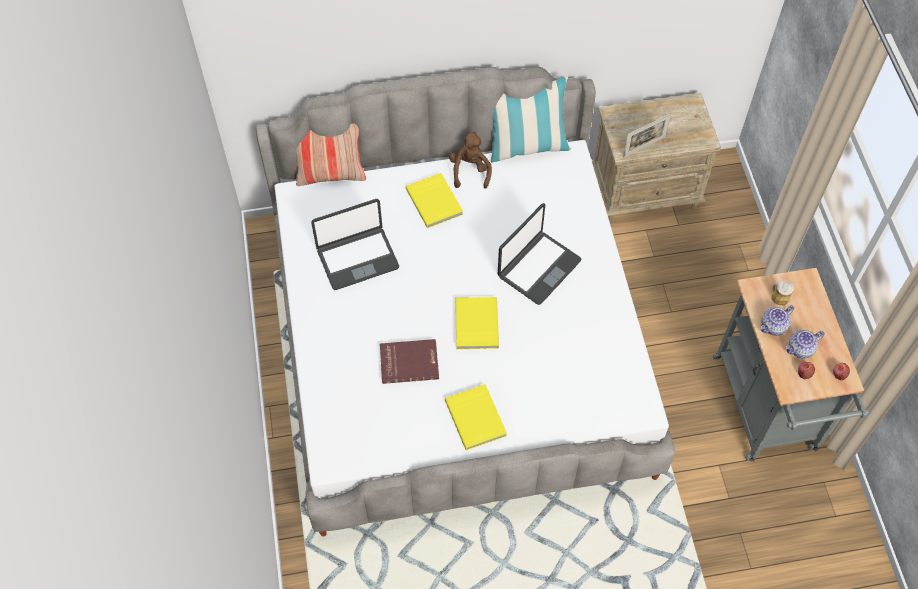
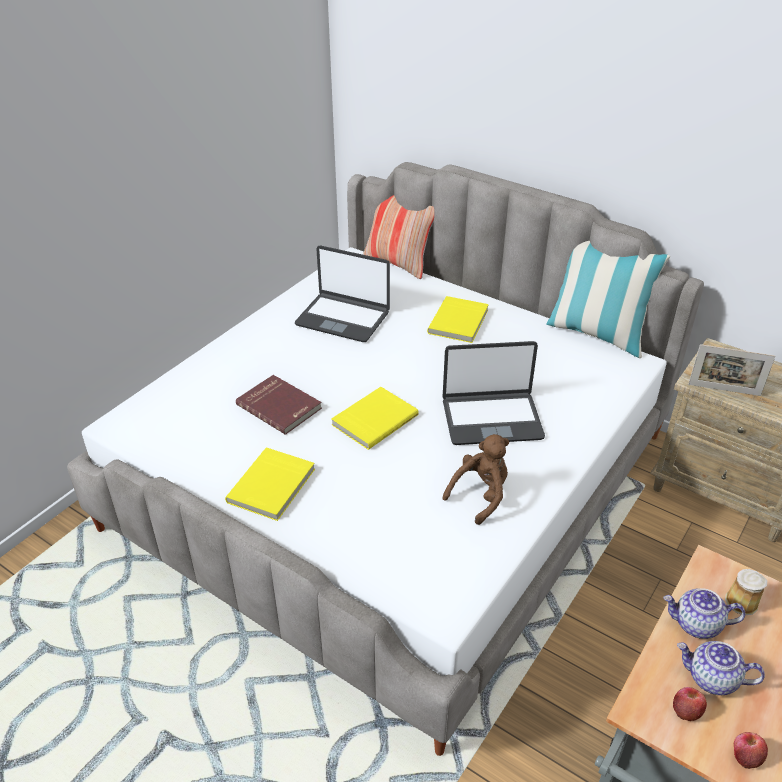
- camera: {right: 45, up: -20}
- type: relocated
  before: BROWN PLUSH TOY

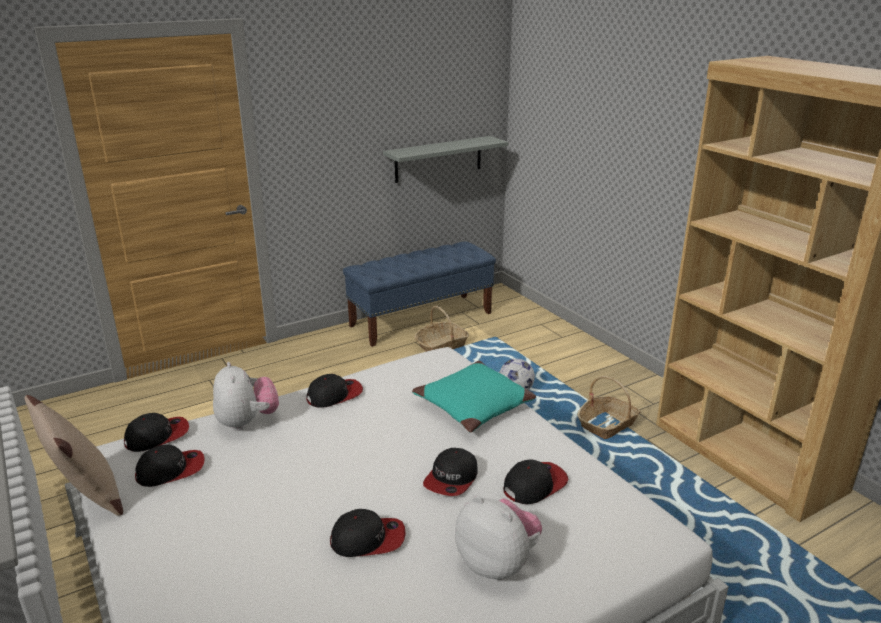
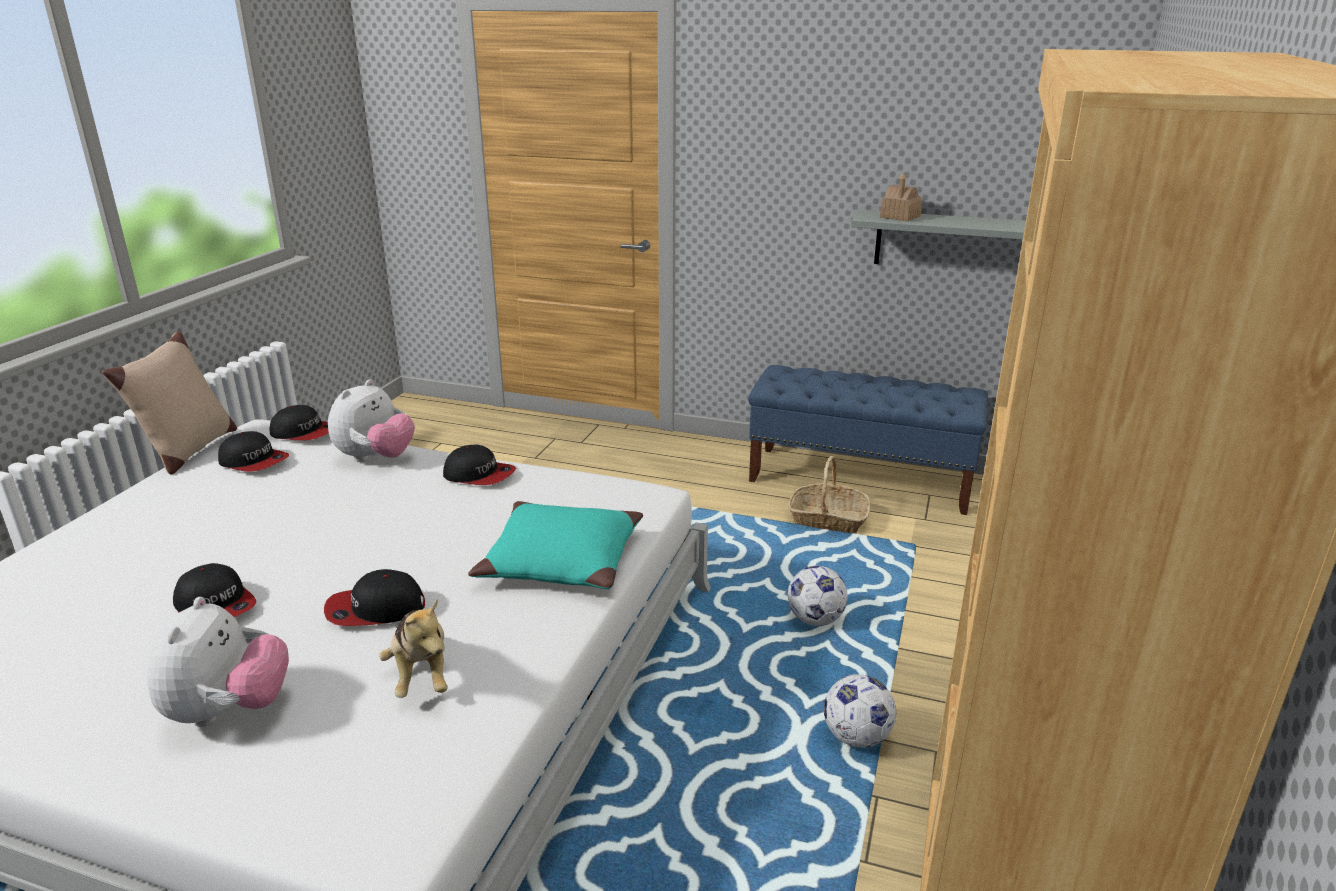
- camera: {right: 50, up: 0}
- type: exchanged
  before: CAP (no. 6 from left)
  after: PLUSH TOY (no. 3 from left)
- type: exchanged
  before: BASKET (no. 2 from left)
  after: FOOTBALL (no. 2 from left)
- type: appeared
  after: TOY HOUSE

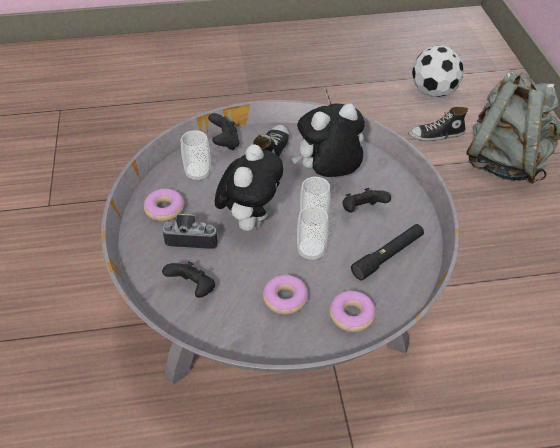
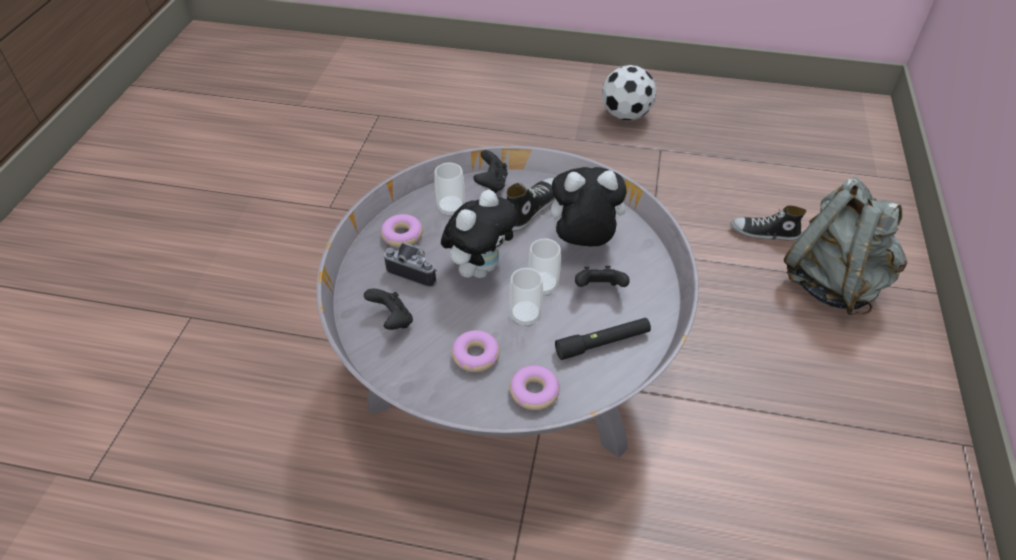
- camera: {right: 20, up: 0}
- type: relocated
  before: FOOTBALL

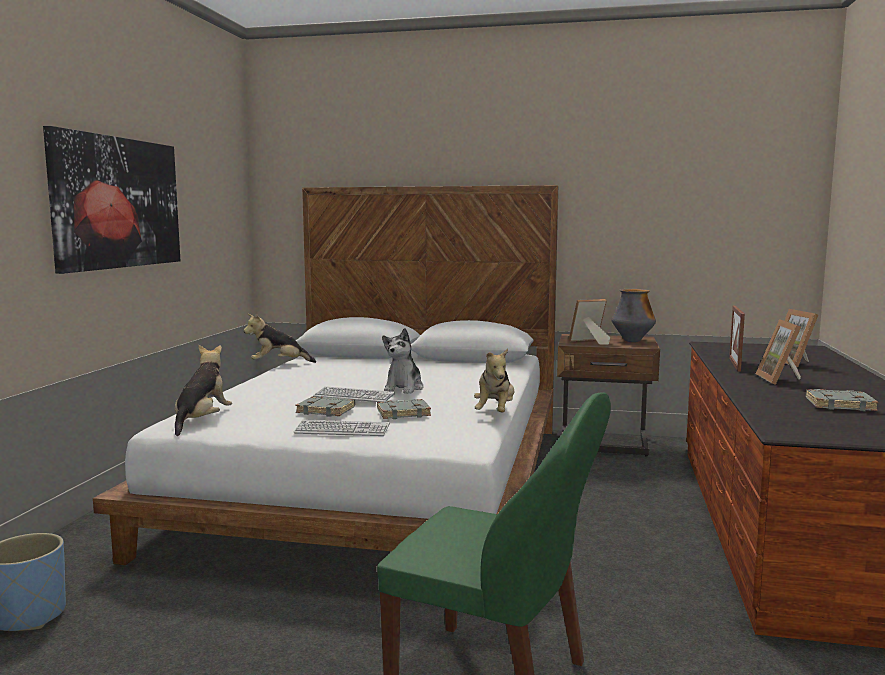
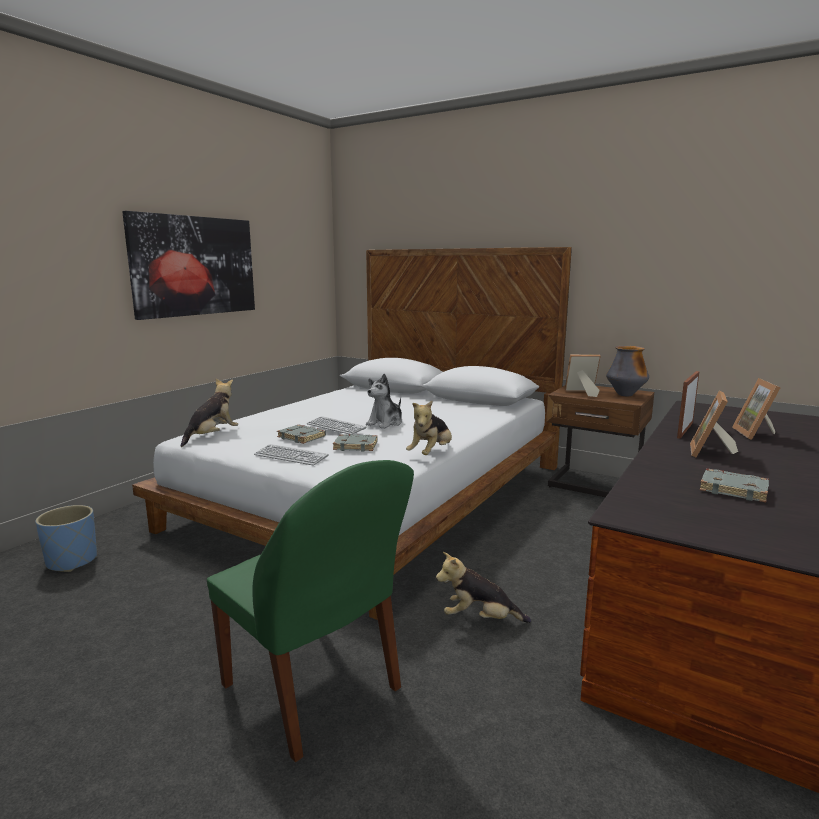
- camera: {right: 20, up: 5}
- type: relocated
  before: PLUSH TOY (no. 2 from left in the first image)
  after: PLUSH TOY (no. 4 from left)

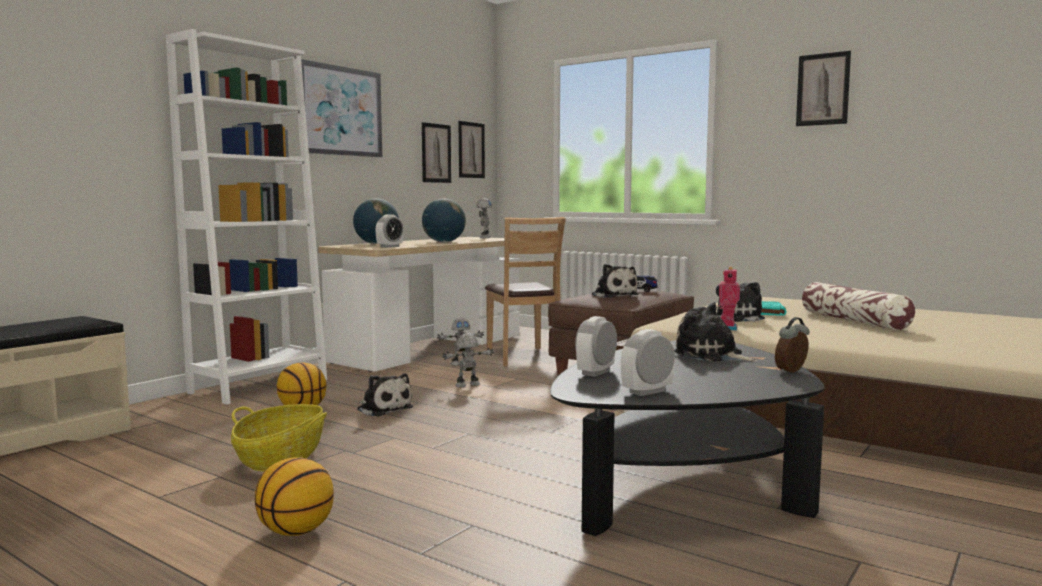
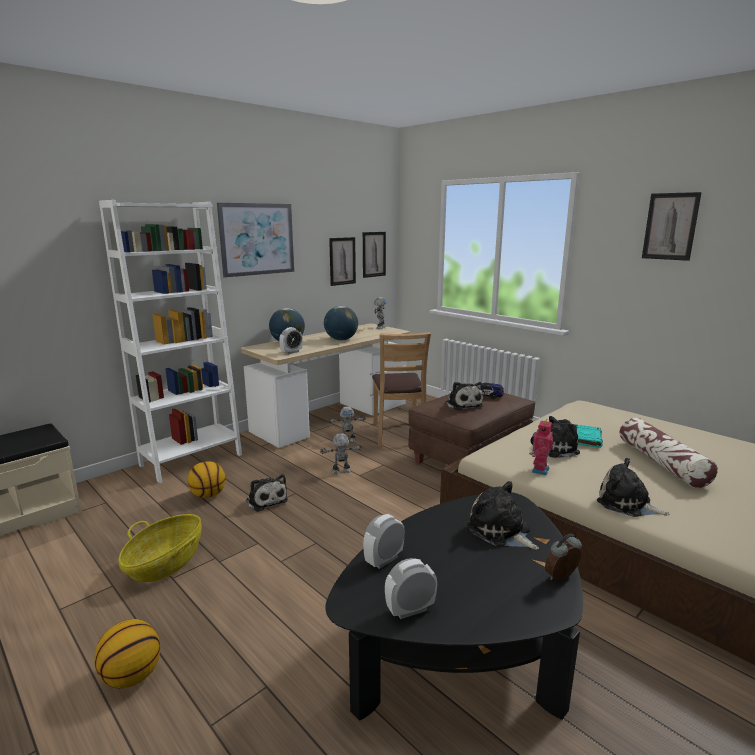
- camera: {right: 10, up: 10}
- type: appeared
  after: PLUSH TOY (no. 5 from left)

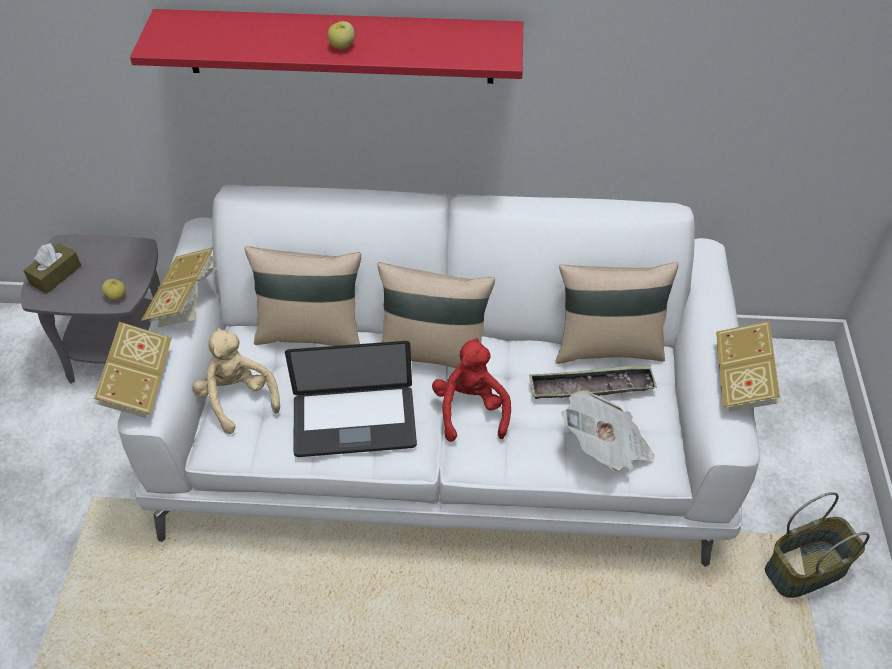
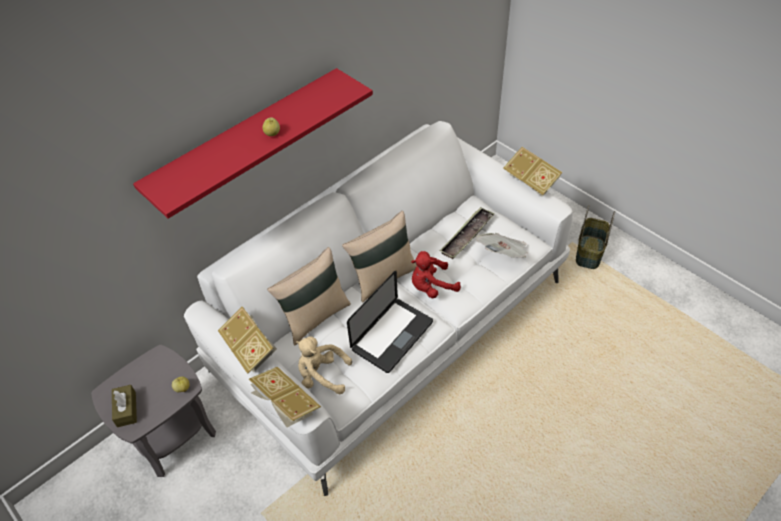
- camera: {right: -45, up: 0}
- type: spun
  before: RED PLUSH TOY
  turn: -60
- type: missing
  before: BEIGE PILLOW (no. 3 from left)

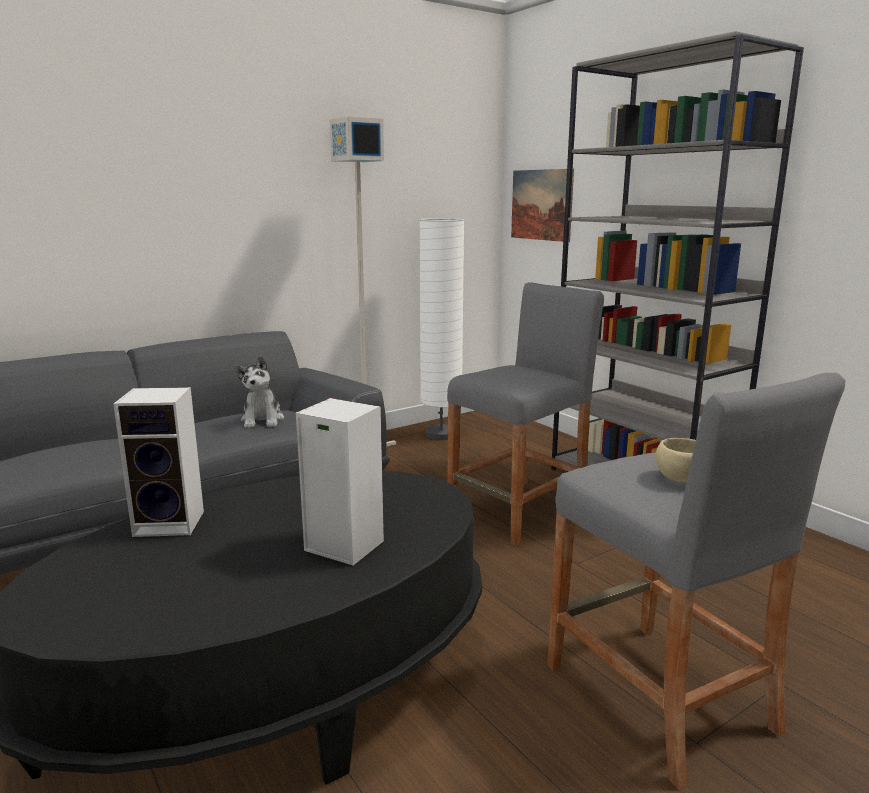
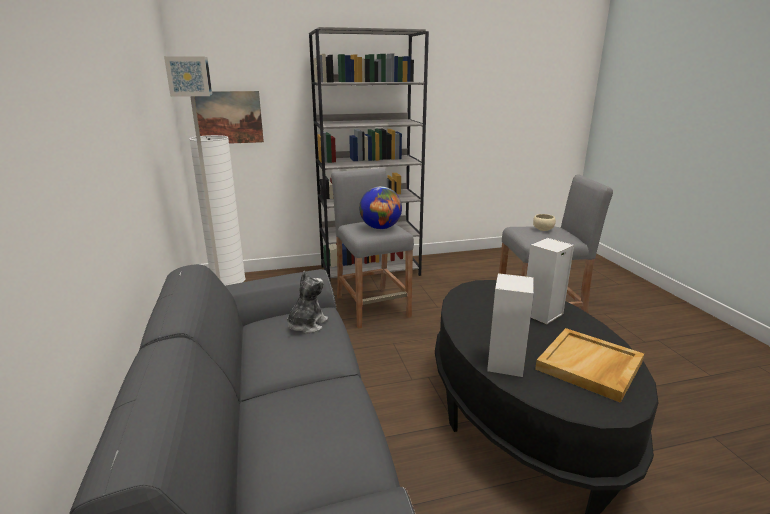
- camera: {right: -70, up: 5}
- type: spun
  before: PLUSH TOY
  turn: -75
- type: appeared
  after: GLOBE
- type: appeared
  after: BEIGE TRAY

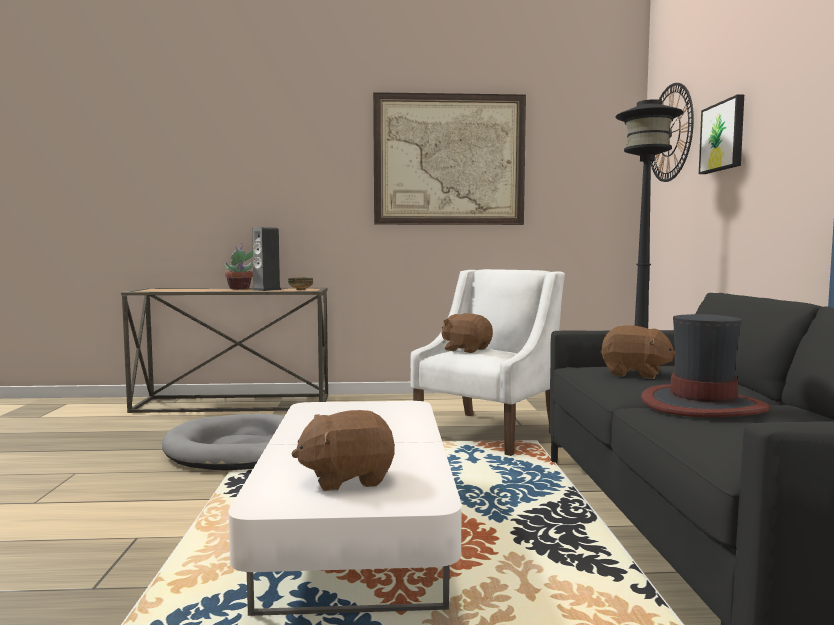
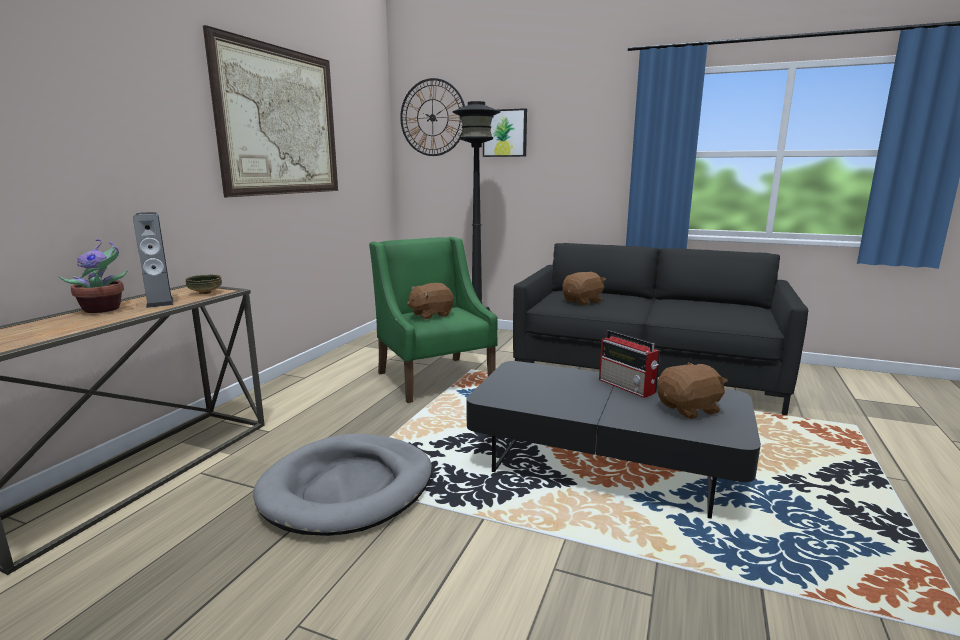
- camera: {right: -65, up: 10}
- type: colour
  before: WHITE ARMCHAIR
  after: GREEN ARMCHAIR
- type: colour
  before: WHITE COFFEE TABLE
  after: BLACK COFFEE TABLE
- type: appeared
  after: RADIO
- type: spun
  before: BROWN PLUSH TOY (no. 1 from left in the first image)
  turn: -120
- type: missing
  before: HAT

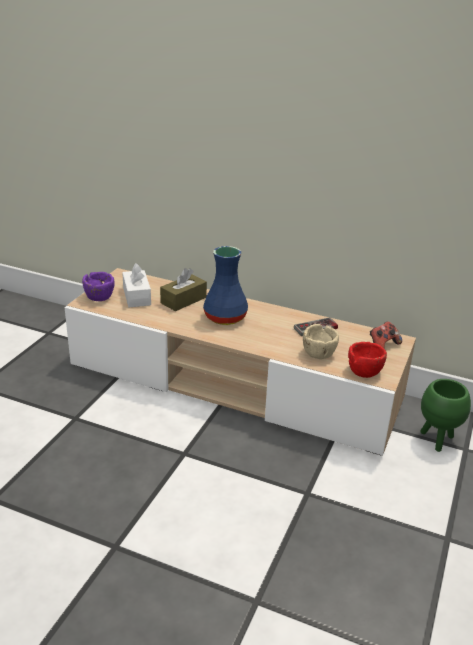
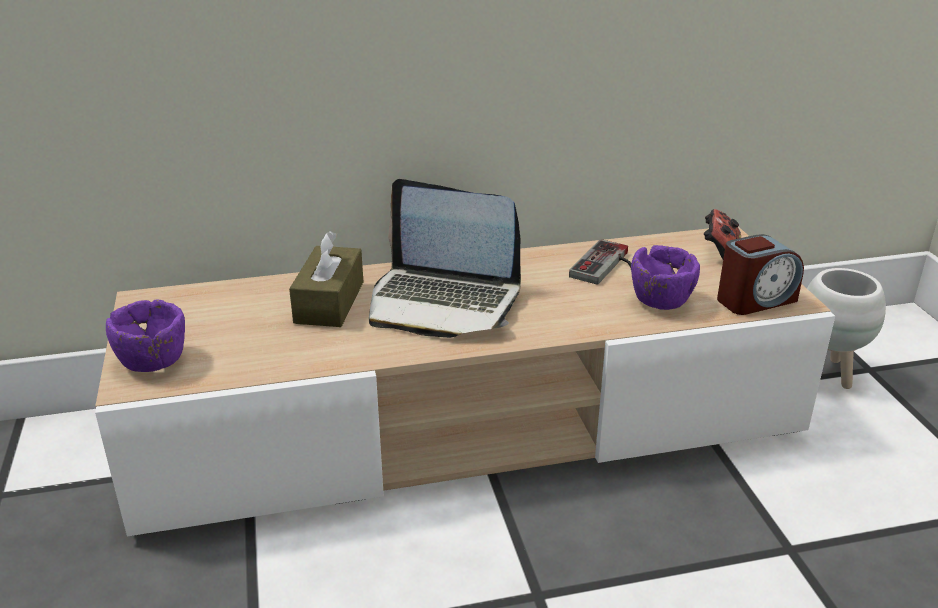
- camera: {right: -35, up: 0}
- type: exchanged
  before: BLUE VASE
  after: LAPTOP
- type: colour
  before: BEIGE BOWL
  after: PURPLE BOWL (no. 2 from left)
- type: exchanged
  before: RED BOWL
  after: ALARM CLOCK
- type: colour
  before: GREEN PLANTER
  after: WHITE PLANTER
- type: missing
  before: WHITE TISSUE BOX

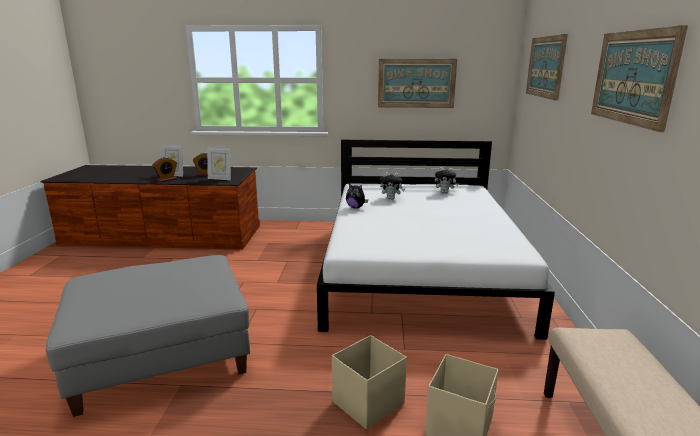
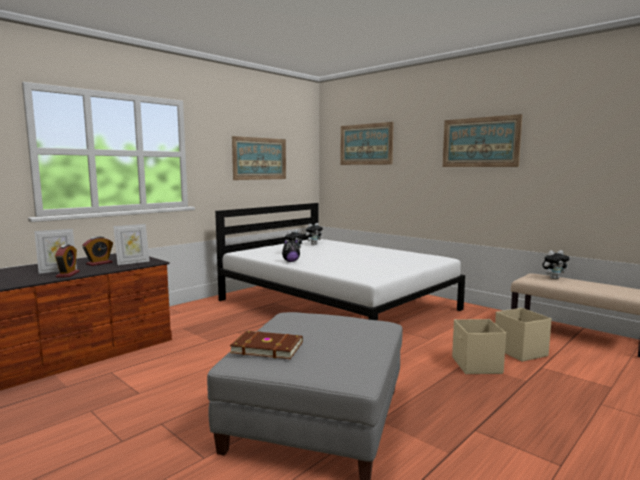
- camera: {right: -50, up: -10}
- type: appeared
  after: BROWN BOOK
- type: appeared
  after: PLUSH TOY (no. 4 from left)

